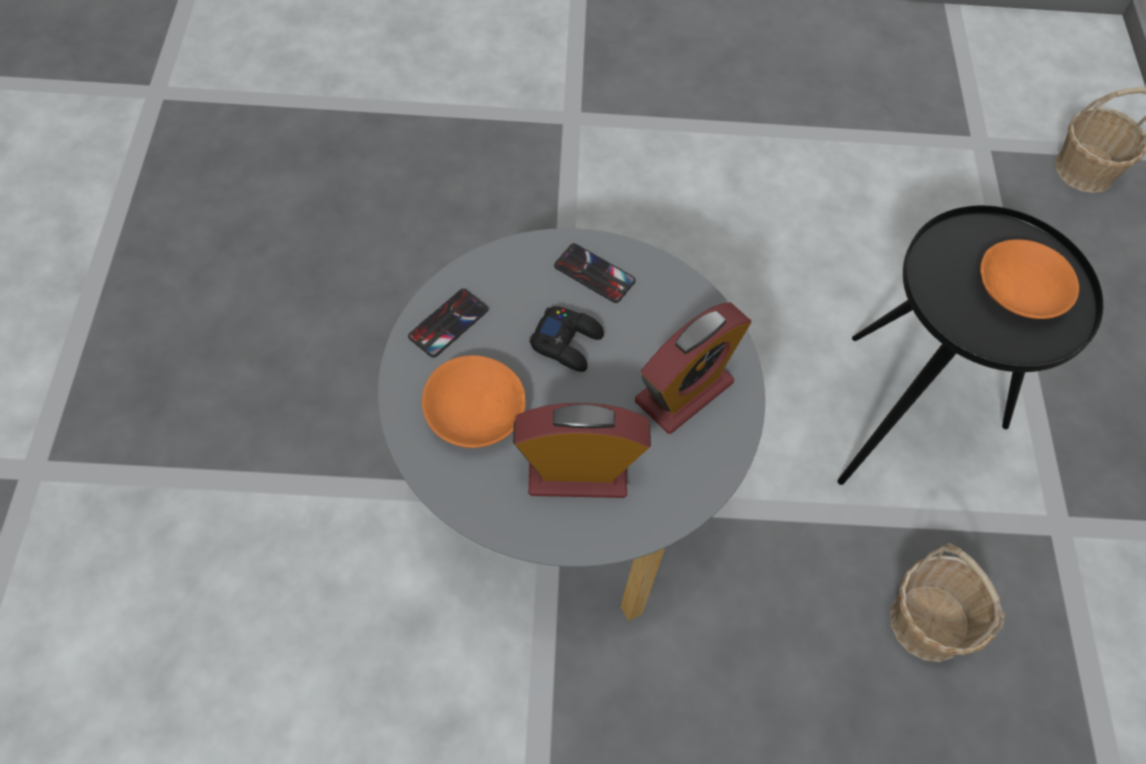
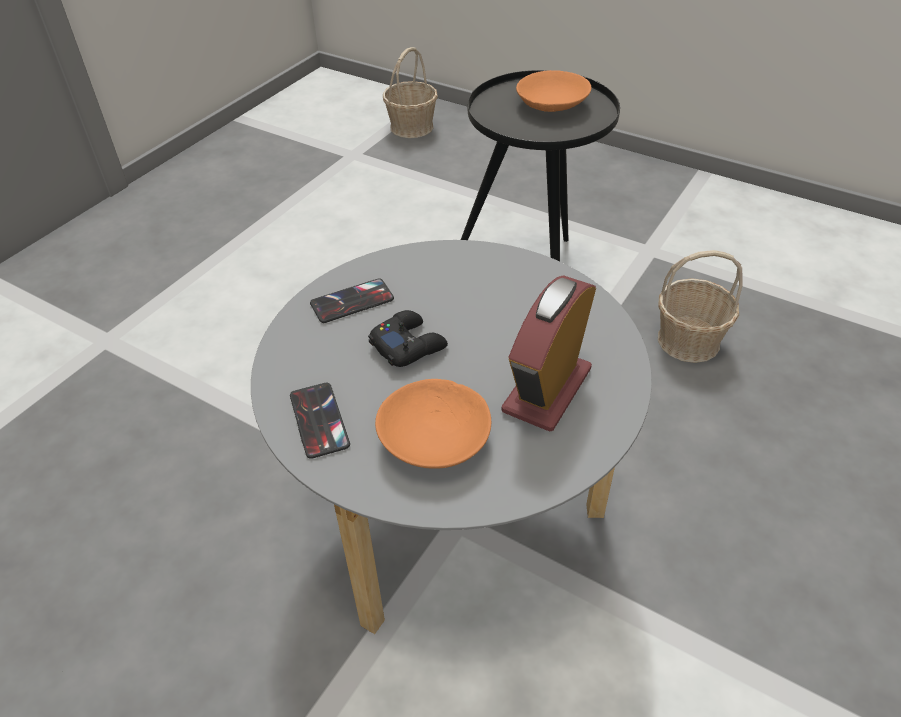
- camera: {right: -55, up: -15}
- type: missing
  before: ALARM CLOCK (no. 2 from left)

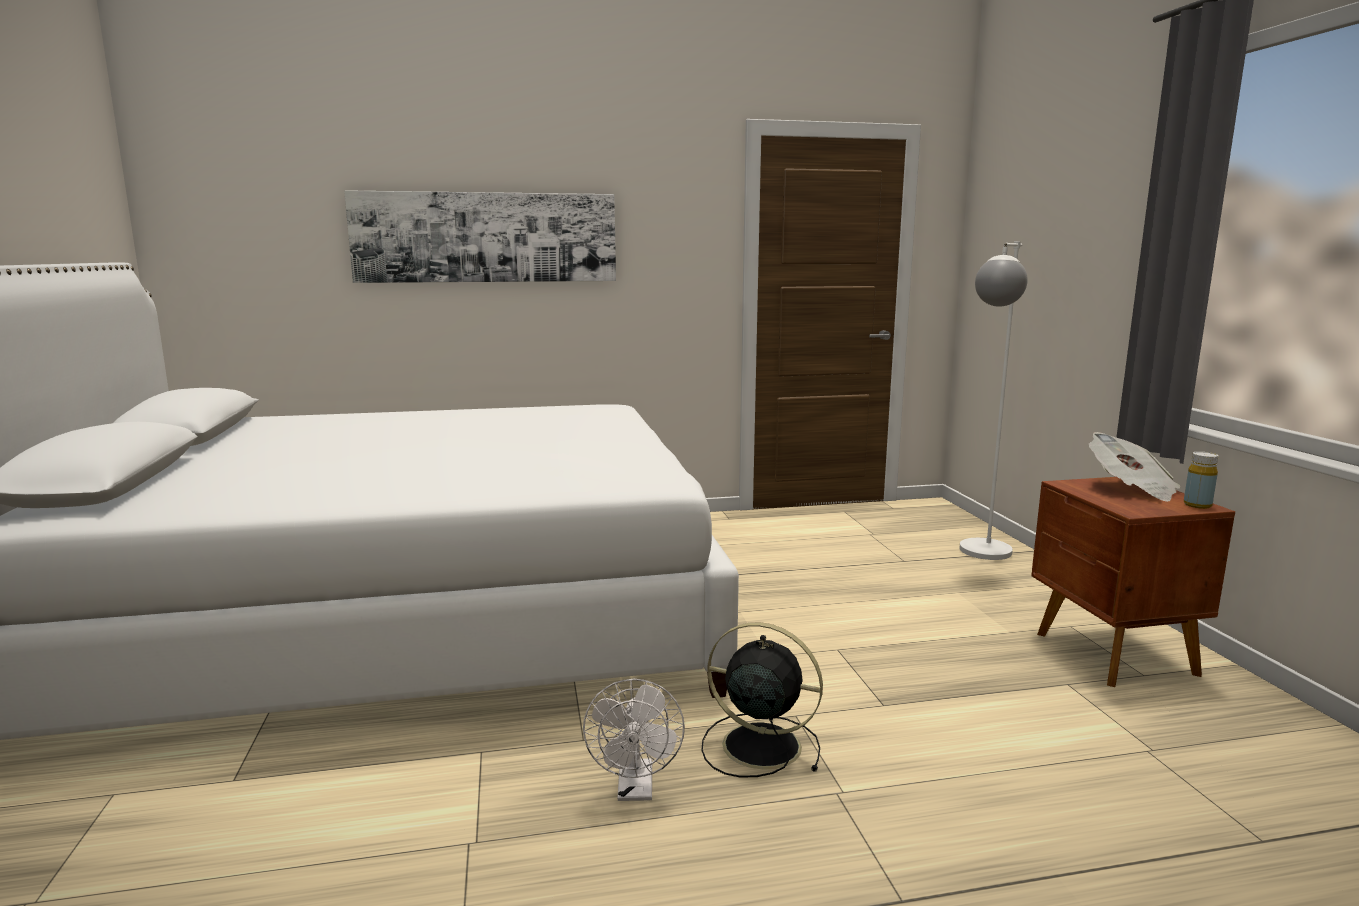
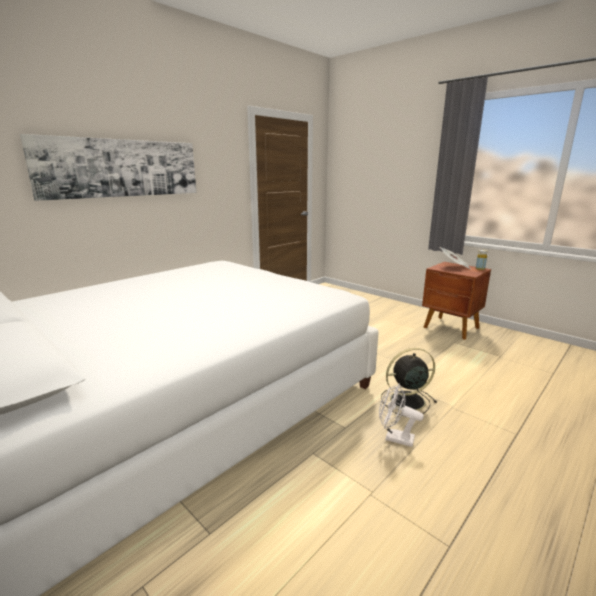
- camera: {right: -35, up: 5}
- type: spun
  before: WHITE FAN
  turn: 150
- type: missing
  before: WHITE FLOOR LAMP

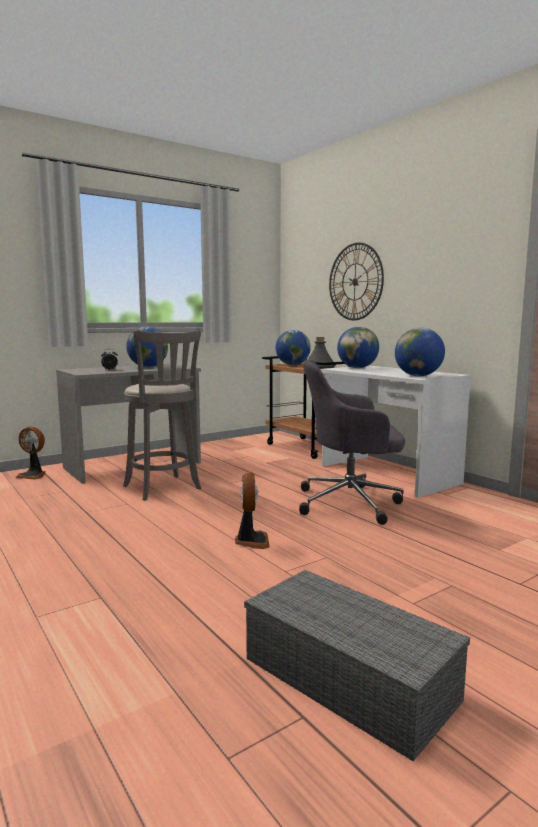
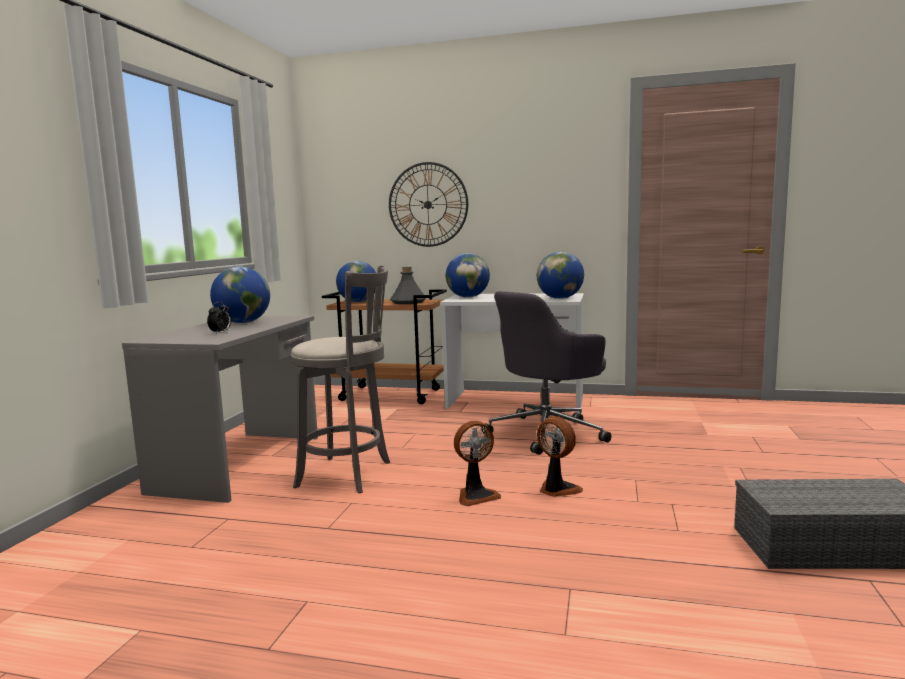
- camera: {right: -40, up: 0}
- type: relocated
  before: FAN (no. 1 from left)

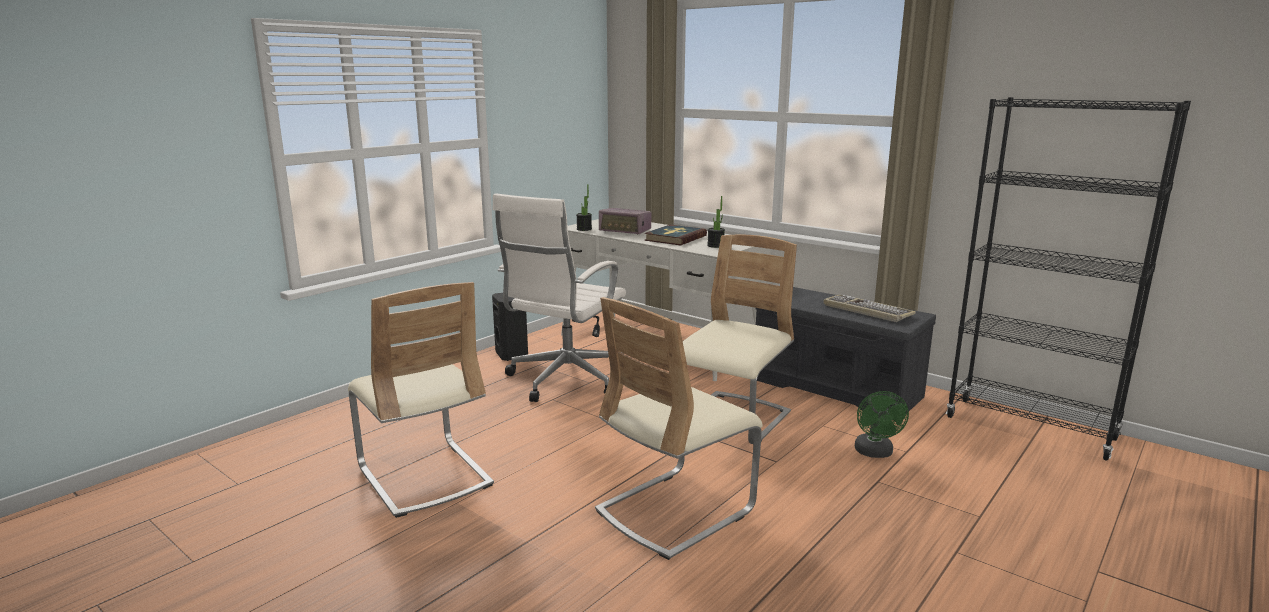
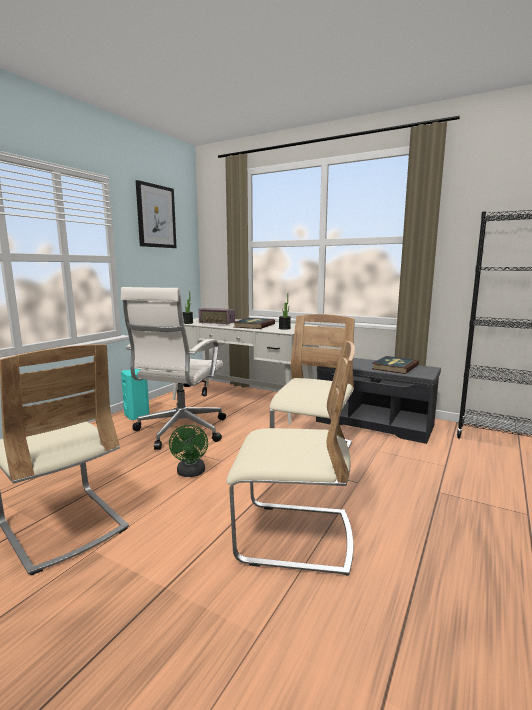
- camera: {right: -10, up: -5}
- type: colour
  before: BLACK SPEAKER
  after: TURQUOISE SPEAKER
- type: appeared
  after: PICTURE
- type: relocated
  before: GREEN FAN
- type: spun
  before: BEIGE CHAIR (no. 2 from left)
  turn: -120
- type: exchanged
  before: KEYBOARD
  after: BOOK (no. 2 from left)

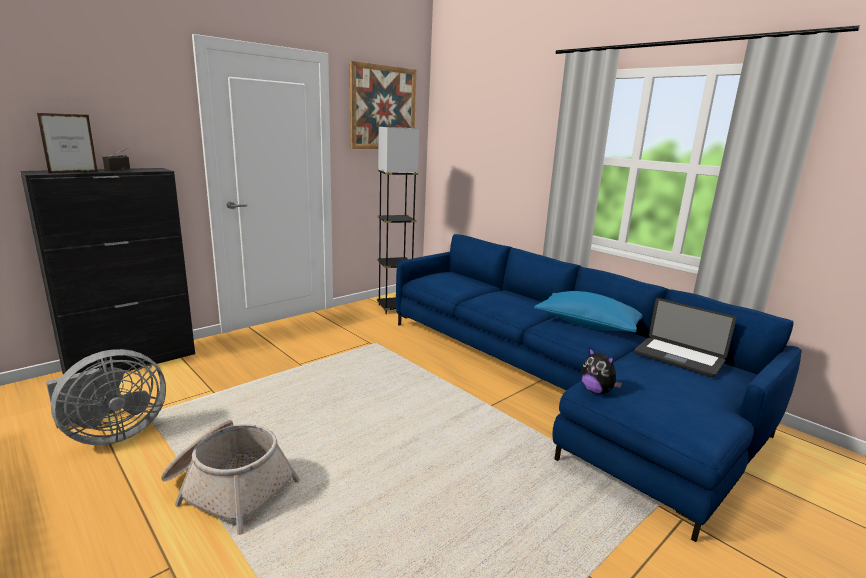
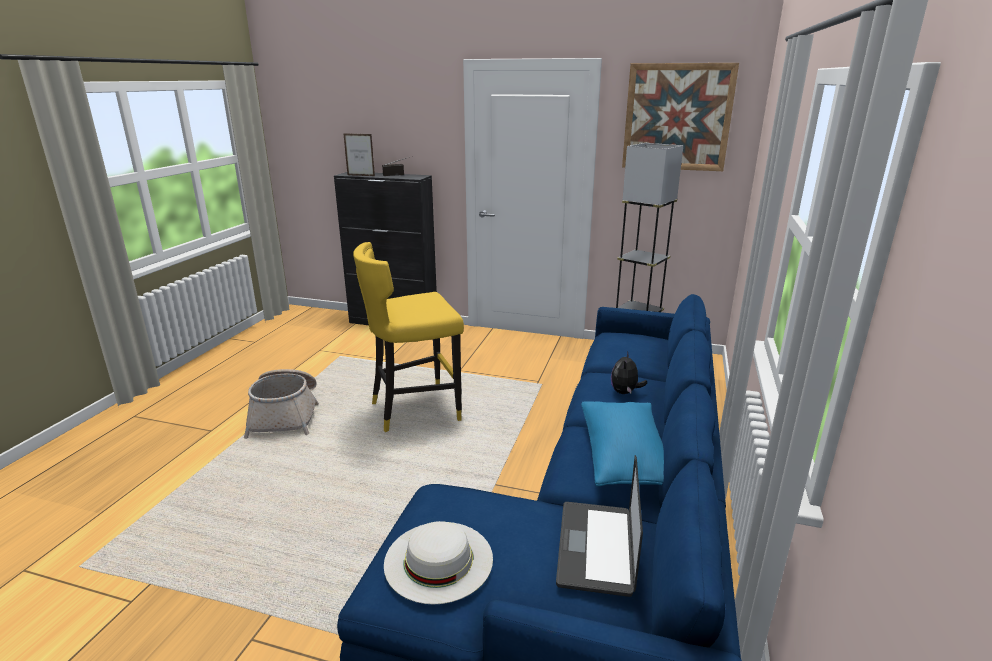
- camera: {right: 60, up: 5}
- type: appeared
  after: YELLOW STOOL
- type: appeared
  after: WHITE HAT
- type: relocated
  before: PLUSH TOY
- type: missing
  before: GREY FAN

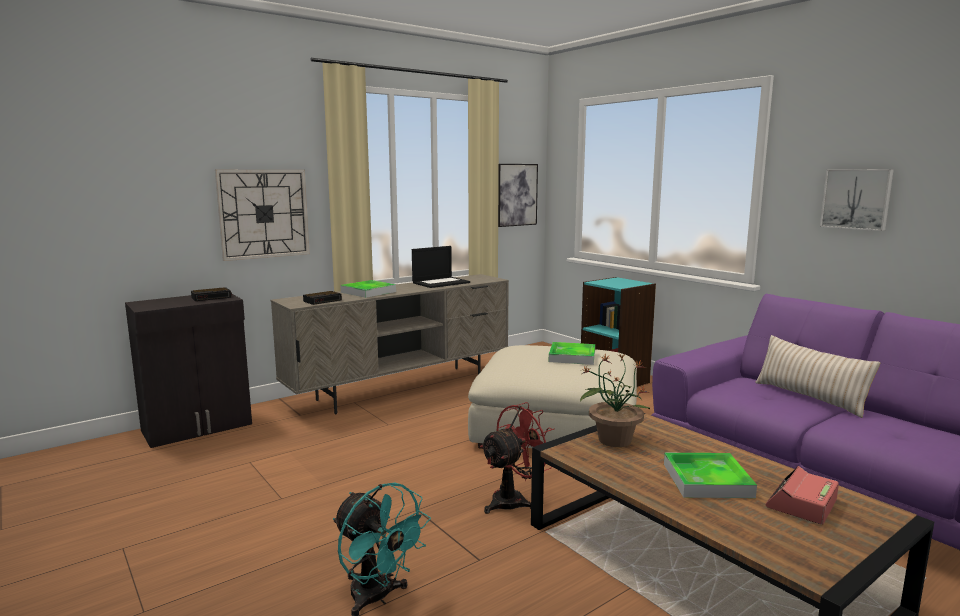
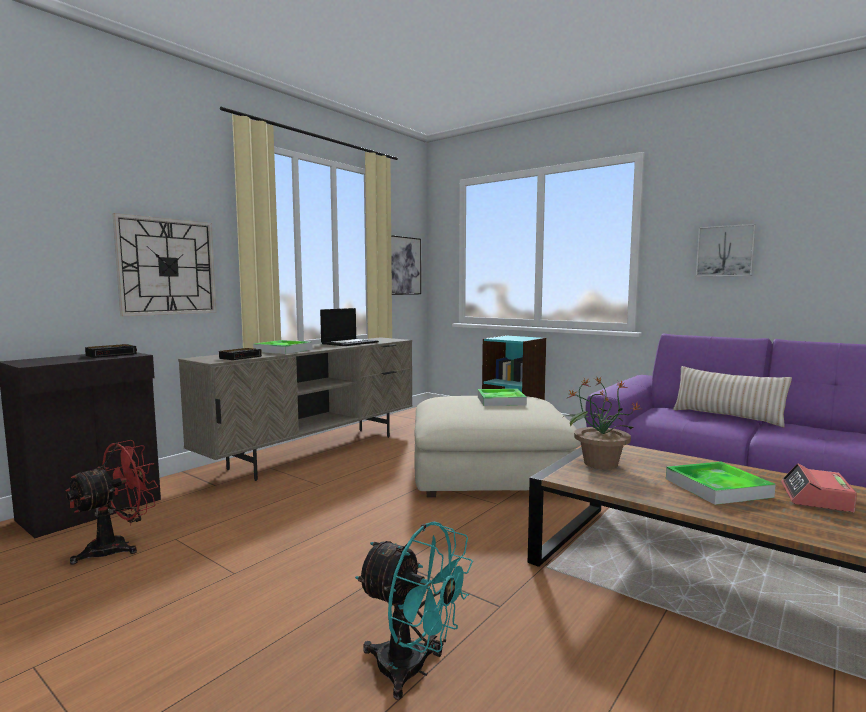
- camera: {right: -15, up: -5}
- type: relocated
  before: RED FAN

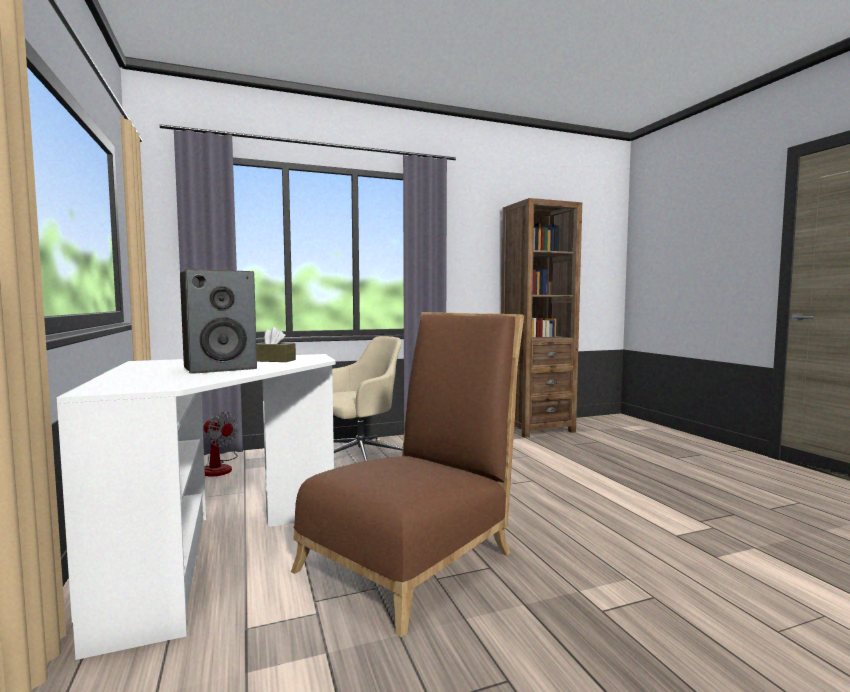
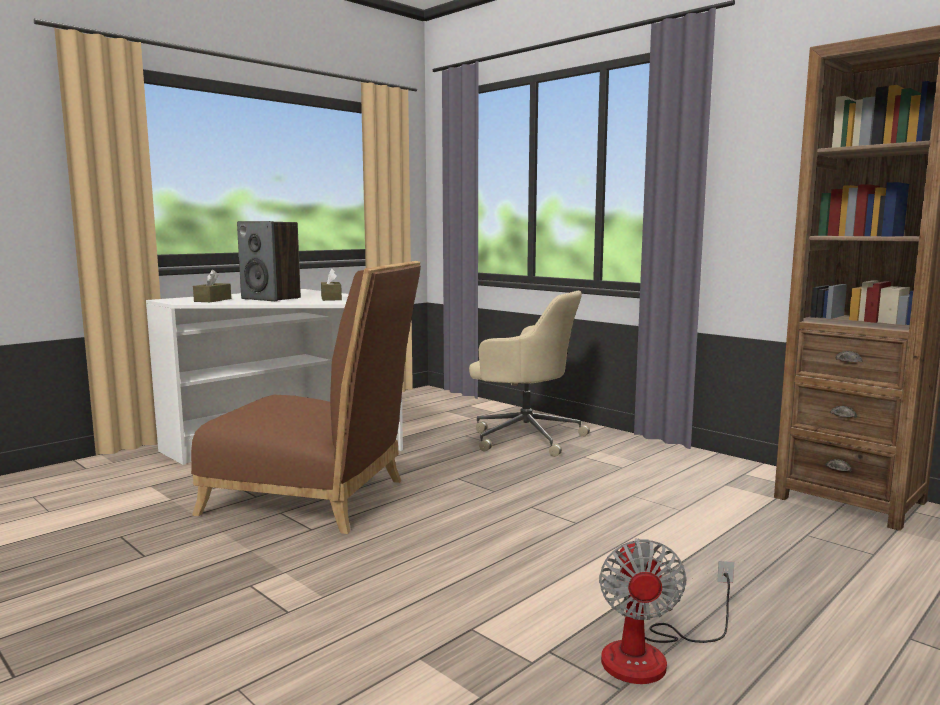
- camera: {right: 65, up: 5}
- type: appeared
  after: BROWN TISSUE BOX (no. 1 from left)
- type: relocated
  before: FAN

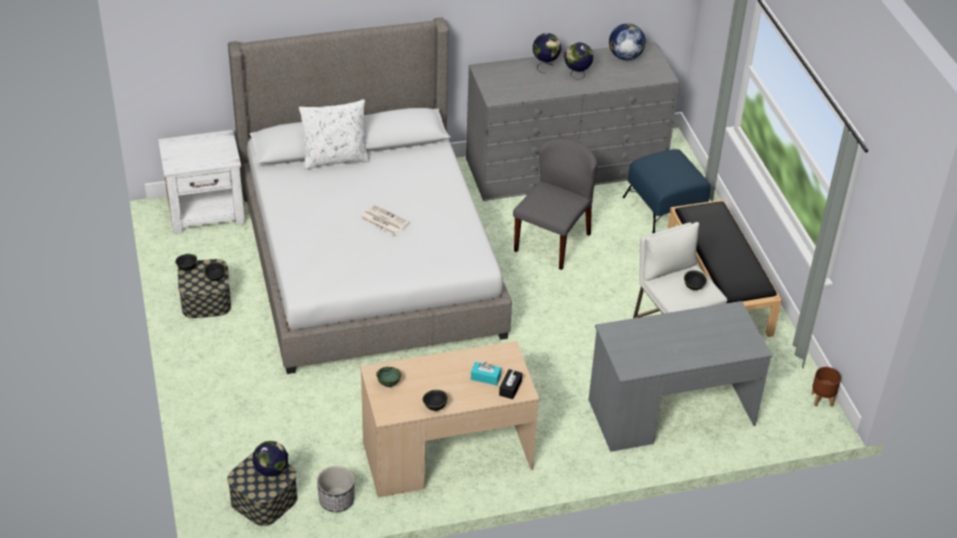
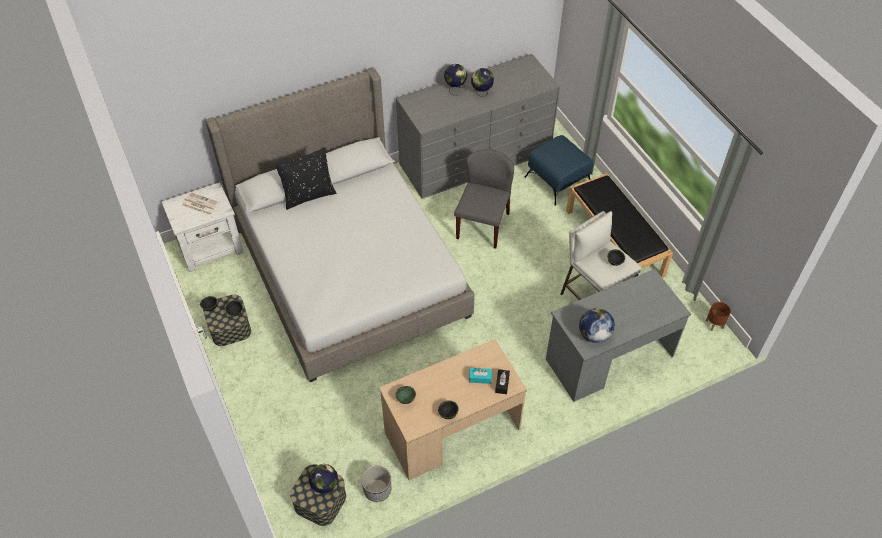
- camera: {right: -10, up: 10}
- type: relocated
  before: NEWSPAPER
- type: colour
  before: WHITE PILLOW
  after: BLACK PILLOW
- type: relocated
  before: GLOBE (no. 4 from left)

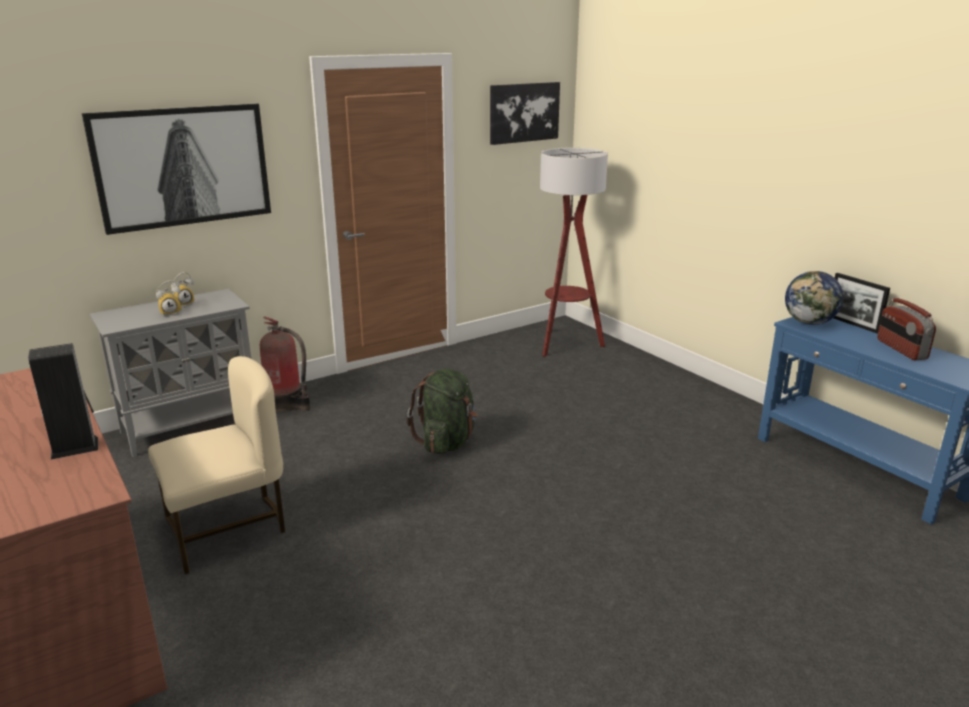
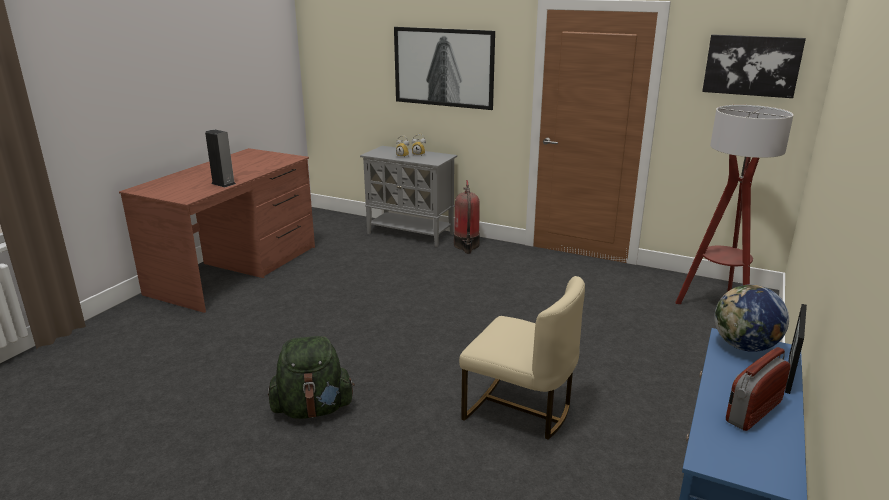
- camera: {right: 60, up: 0}
- type: relocated
  before: GREEN BACKPACK
- type: relocated
  before: BEIGE CHAIR

